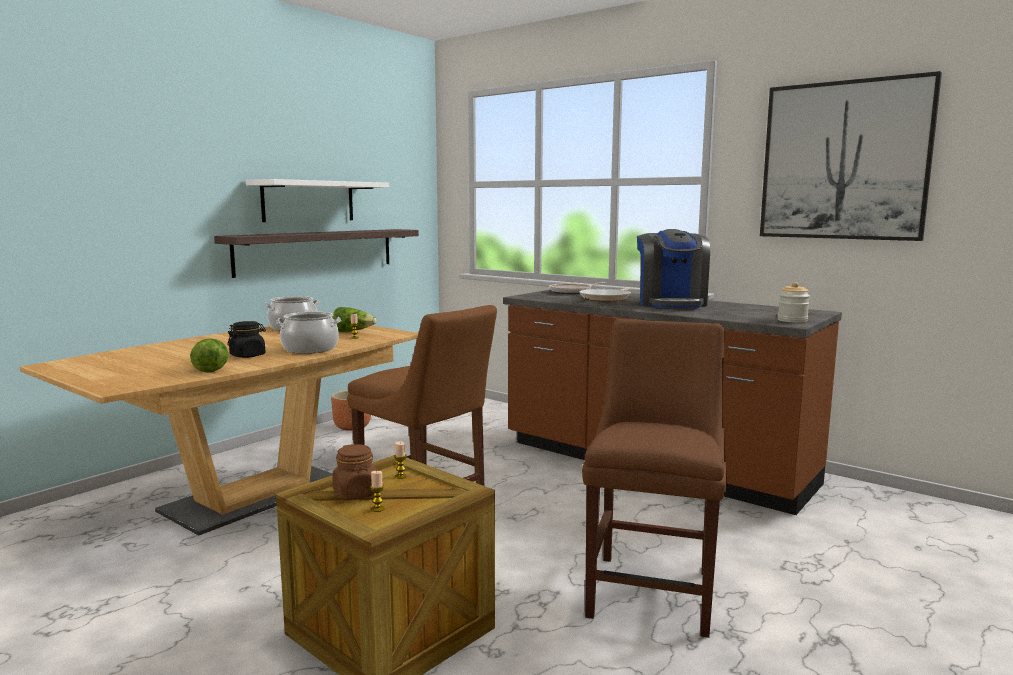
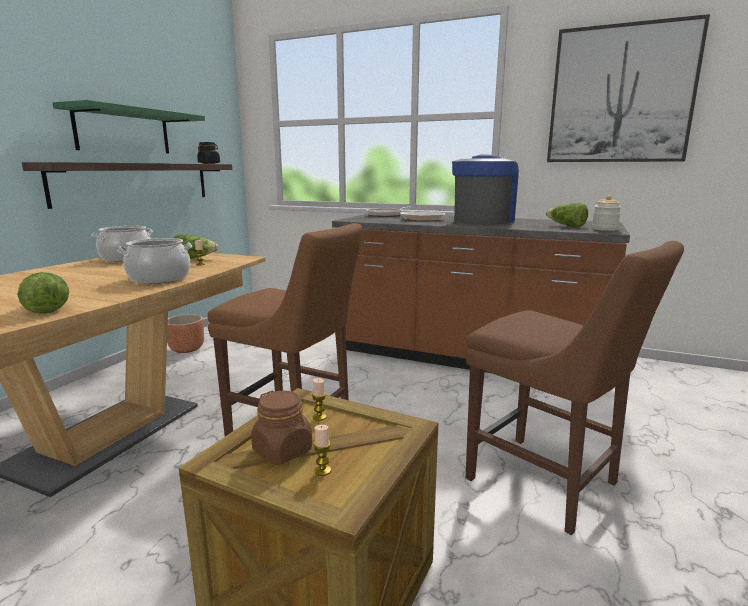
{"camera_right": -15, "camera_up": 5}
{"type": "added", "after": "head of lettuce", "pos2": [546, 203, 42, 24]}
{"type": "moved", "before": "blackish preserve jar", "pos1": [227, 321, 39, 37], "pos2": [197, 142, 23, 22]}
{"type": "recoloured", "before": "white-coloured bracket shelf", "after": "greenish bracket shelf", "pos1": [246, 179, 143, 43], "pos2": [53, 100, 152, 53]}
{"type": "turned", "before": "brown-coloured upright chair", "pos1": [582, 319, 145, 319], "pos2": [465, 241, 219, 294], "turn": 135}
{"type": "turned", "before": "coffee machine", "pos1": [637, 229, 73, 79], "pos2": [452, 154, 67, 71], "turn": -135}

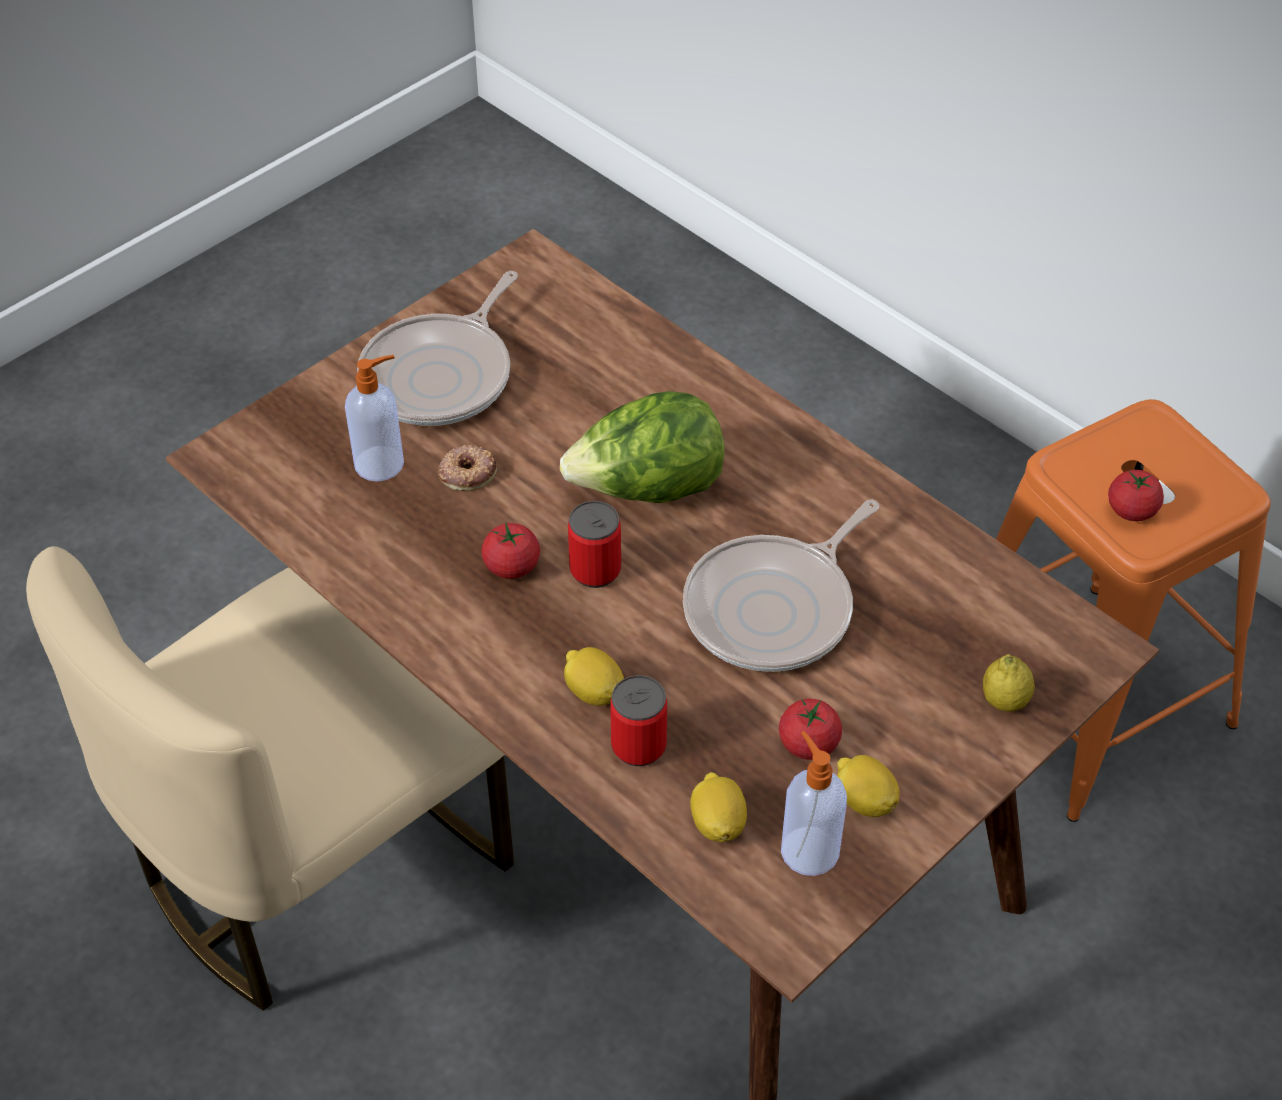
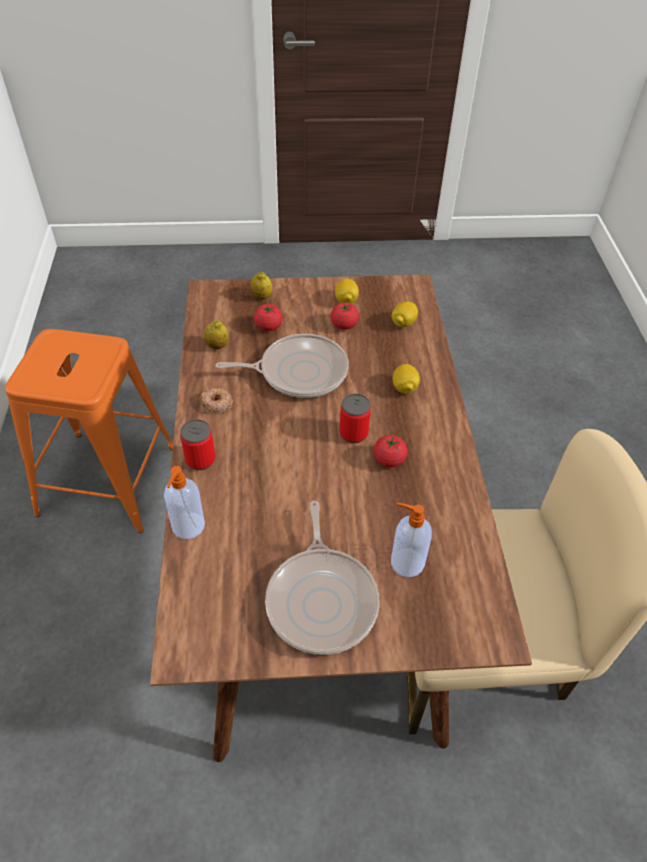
{"camera_right": -140, "camera_up": 0}
{"type": "removed", "before": "head of lettuce", "pos1": [560, 391, 165, 112]}
{"type": "added", "after": "lemon", "pos2": [204, 320, 24, 29]}
{"type": "moved", "before": "donut", "pos1": [438, 445, 59, 46], "pos2": [200, 387, 33, 27]}
{"type": "moved", "before": "sealed can", "pos1": [610, 675, 57, 91], "pos2": [180, 419, 35, 51]}
{"type": "moved", "before": "soap dispenser", "pos1": [781, 731, 66, 145], "pos2": [164, 466, 41, 73]}
{"type": "moved", "before": "whole tomato", "pos1": [1108, 470, 56, 51], "pos2": [254, 304, 29, 27]}
{"type": "turned", "before": "frying pan", "pos1": [357, 271, 161, 155], "pos2": [265, 501, 115, 154], "turn": 105}

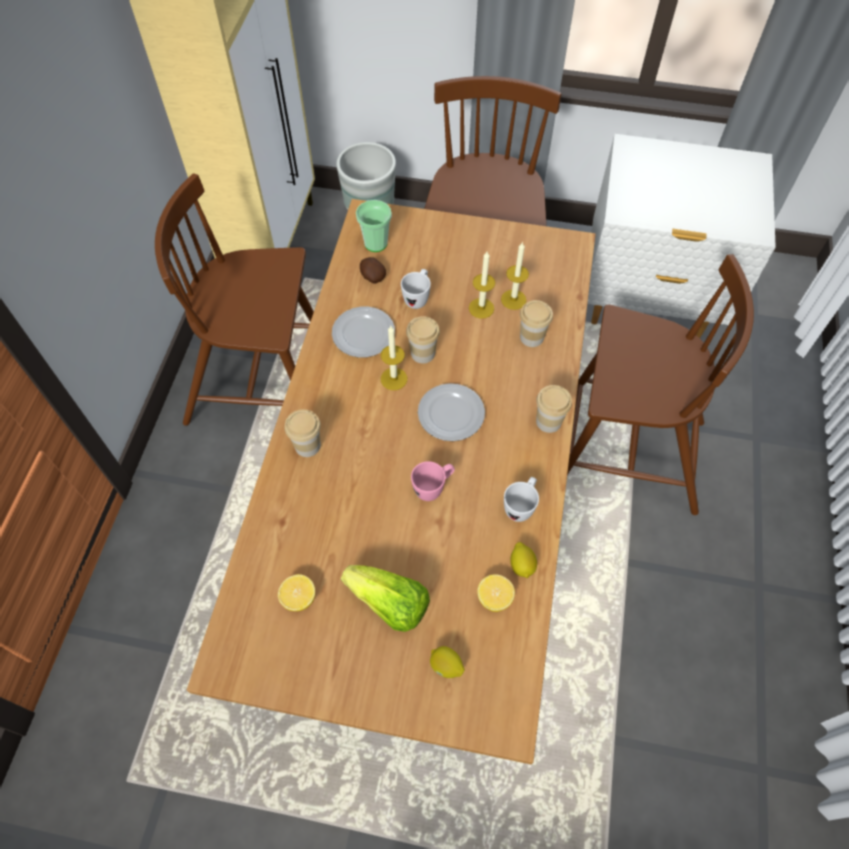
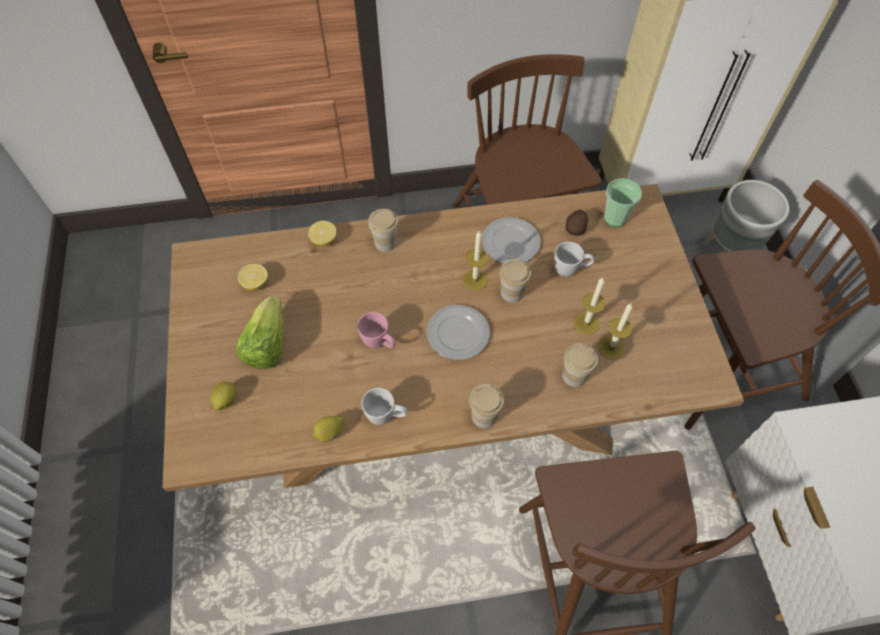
{"camera_right": 70, "camera_up": 0}
{"type": "moved", "before": "lemon", "pos1": [477, 574, 38, 38], "pos2": [308, 221, 29, 25]}

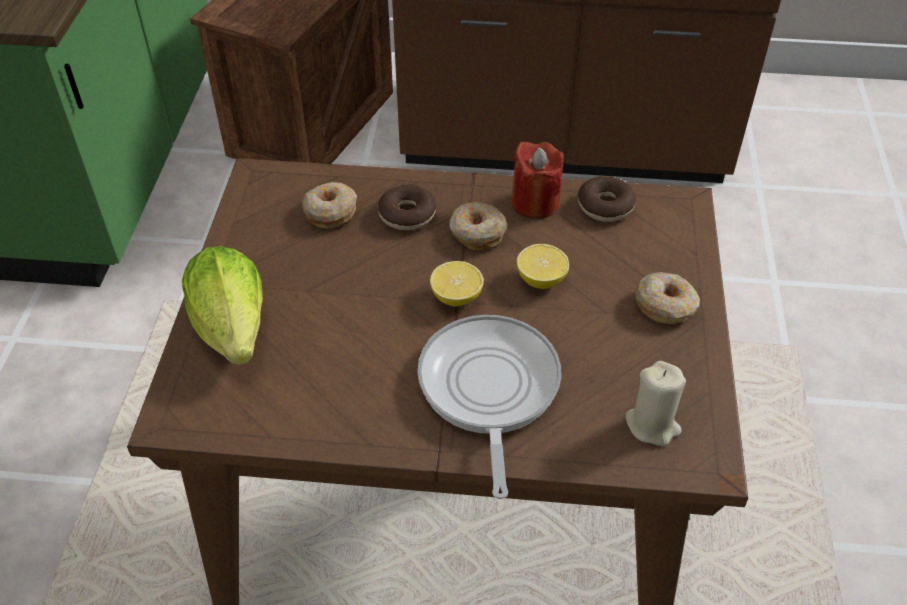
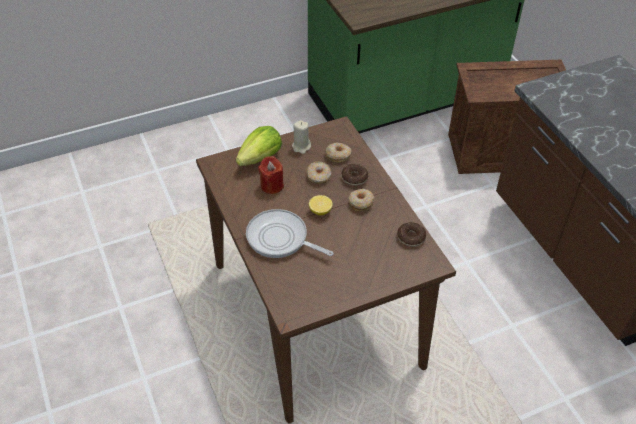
{"camera_right": 60, "camera_up": 0}
{"type": "removed", "before": "lemon", "pos1": [517, 244, 52, 45]}
{"type": "moved", "before": "reddish wax light", "pos1": [511, 141, 52, 78], "pos2": [258, 156, 26, 38]}
{"type": "moved", "before": "beige-coloured wax light", "pos1": [626, 361, 60, 85], "pos2": [292, 120, 19, 34]}
{"type": "moved", "before": "donut", "pos1": [635, 272, 65, 52], "pos2": [307, 161, 24, 23]}
{"type": "turned", "before": "frying pan", "pos1": [417, 315, 144, 184], "pos2": [246, 209, 88, 49], "turn": -120}

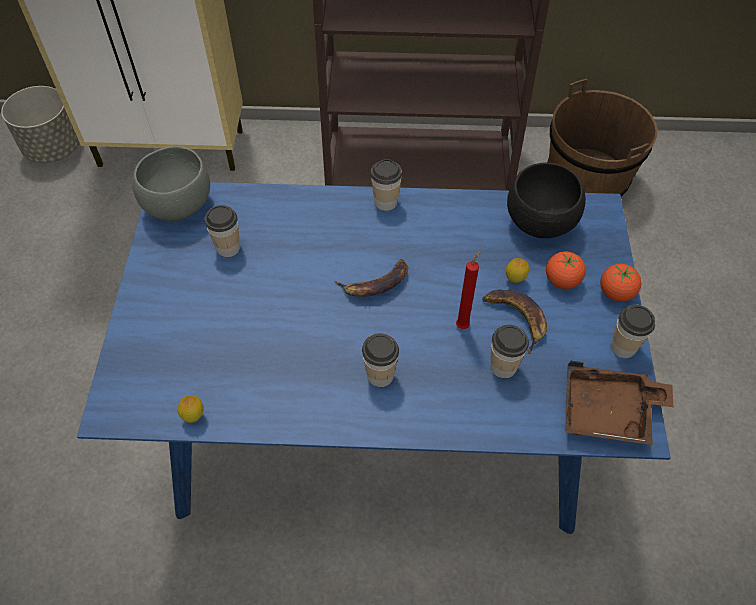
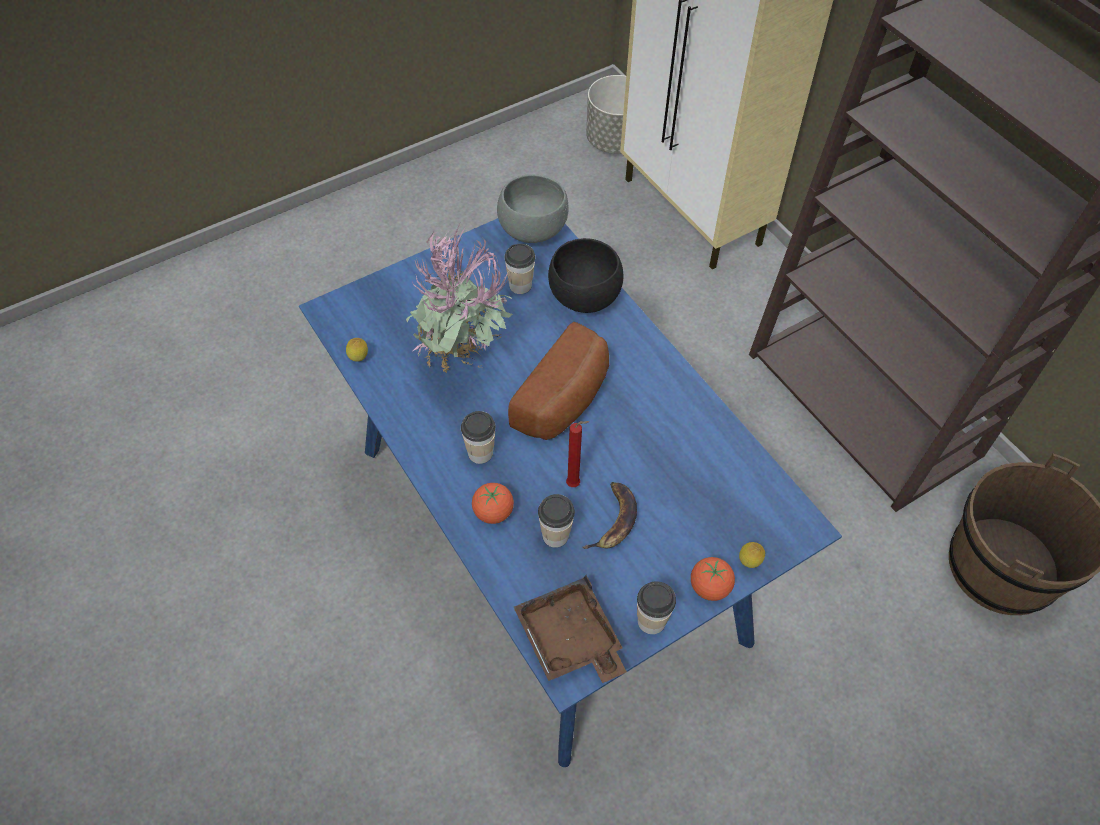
{"camera_right": 55, "camera_up": 0}
{"type": "removed", "before": "small cup", "pos1": [371, 159, 31, 52]}
{"type": "added", "after": "potted plant", "pos2": [406, 224, 107, 148]}
{"type": "moved", "before": "lemon", "pos1": [506, 258, 23, 25], "pos2": [739, 542, 26, 26]}
{"type": "moved", "before": "blackish deep dish", "pos1": [507, 162, 79, 76], "pos2": [548, 238, 75, 75]}
{"type": "moved", "before": "whole tomato", "pos1": [546, 251, 40, 38], "pos2": [472, 483, 42, 41]}
{"type": "replaced", "before": "whole banana", "after": "bread", "pos1": [334, 259, 74, 38], "pos2": [508, 322, 101, 118]}

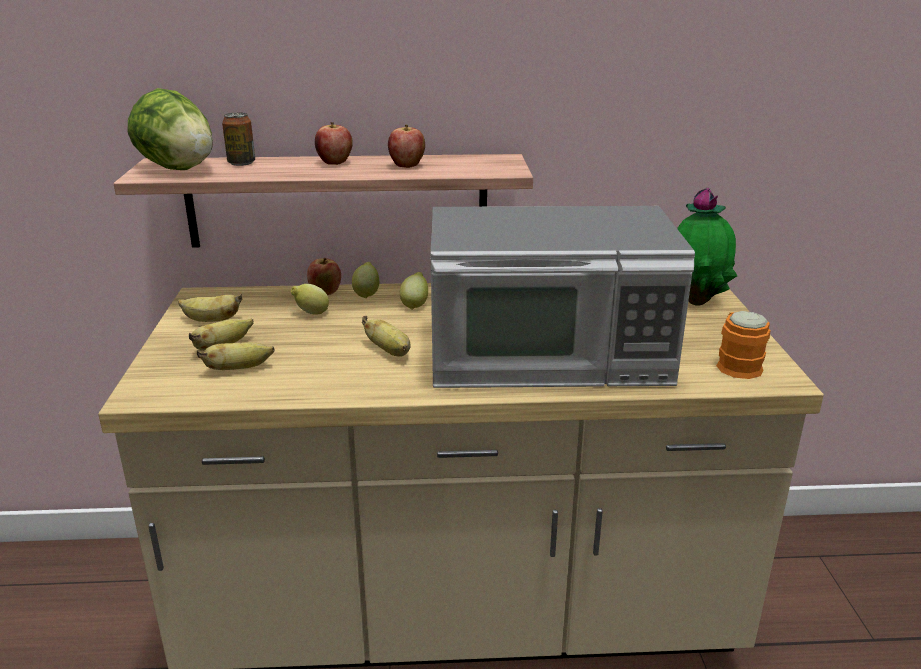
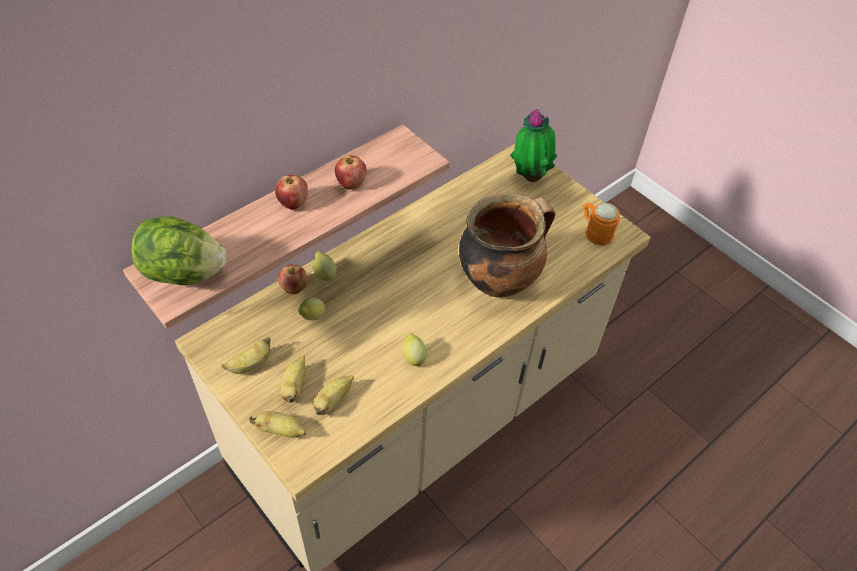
{"camera_right": -40, "camera_up": 25}
{"type": "removed", "before": "sealed can", "pos1": [222, 112, 33, 54]}
{"type": "moved", "before": "whole banana", "pos1": [362, 316, 48, 41], "pos2": [249, 411, 57, 27]}
{"type": "moved", "before": "lemon", "pos1": [400, 272, 28, 38], "pos2": [402, 332, 25, 35]}
{"type": "replaced", "before": "microwave oven", "after": "cooking pot", "pos1": [431, 206, 264, 182], "pos2": [459, 193, 97, 105]}

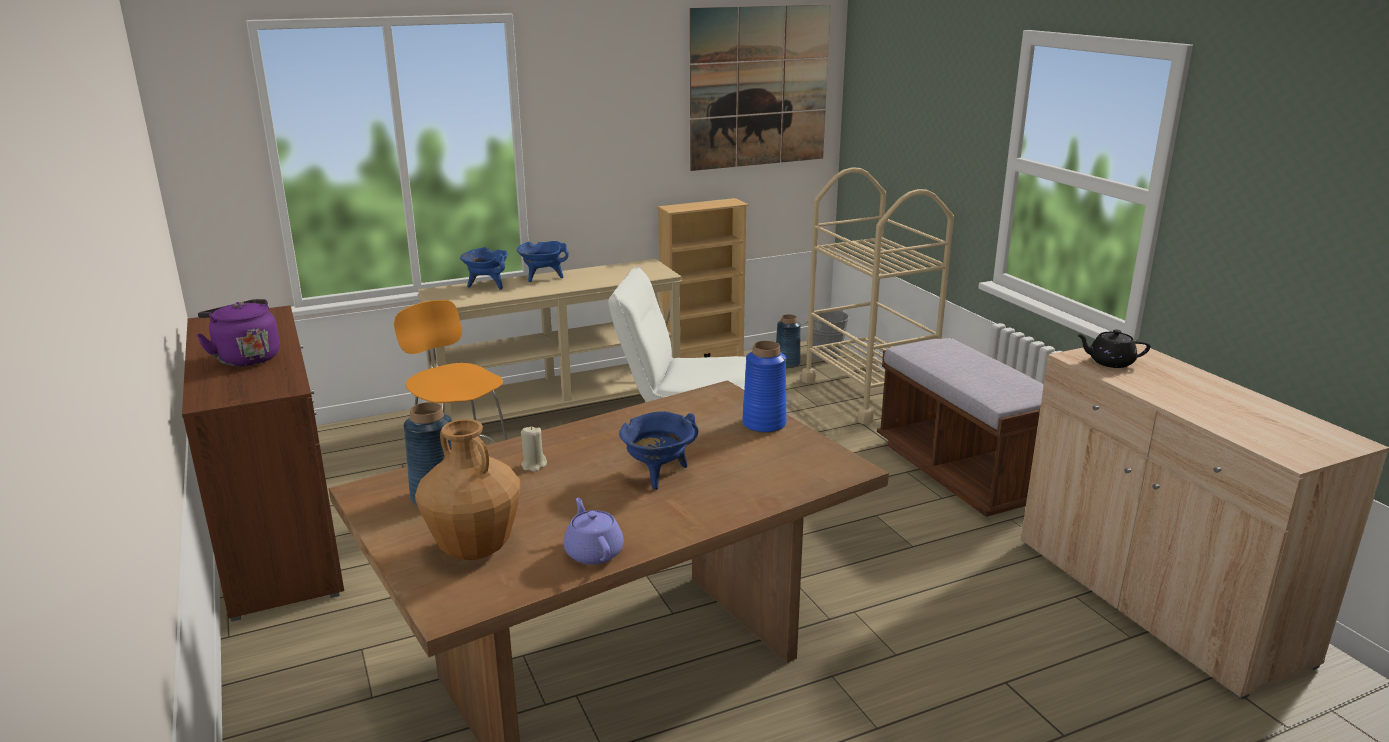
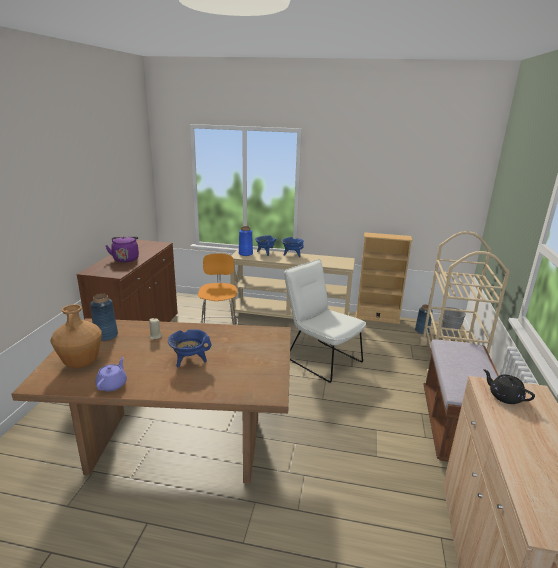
{"camera_right": 35, "camera_up": 0}
{"type": "removed", "before": "picture", "pos1": [690, 5, 141, 166]}
{"type": "moved", "before": "bluish decorative vase", "pos1": [742, 341, 44, 92], "pos2": [239, 226, 14, 30]}

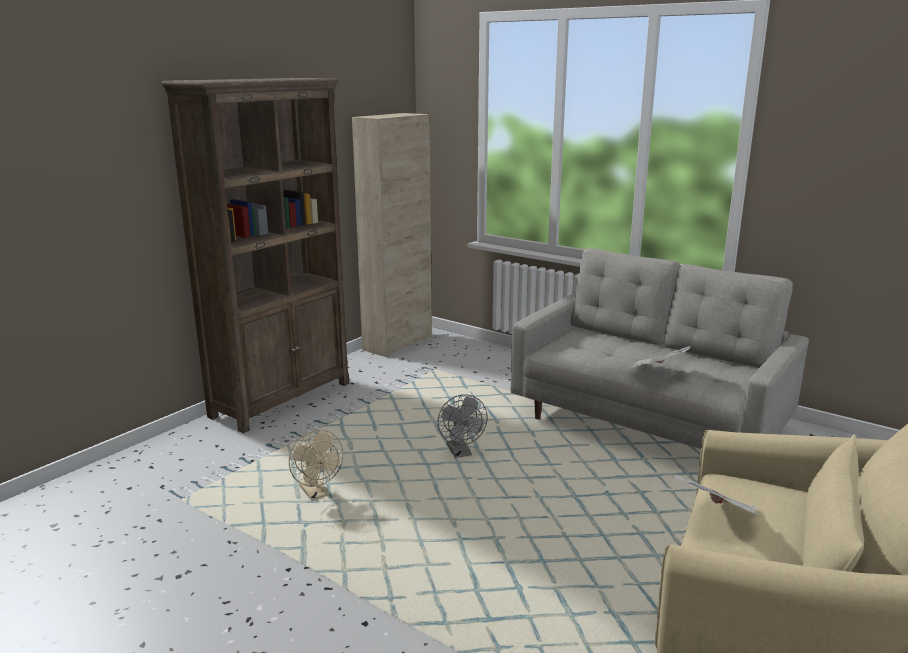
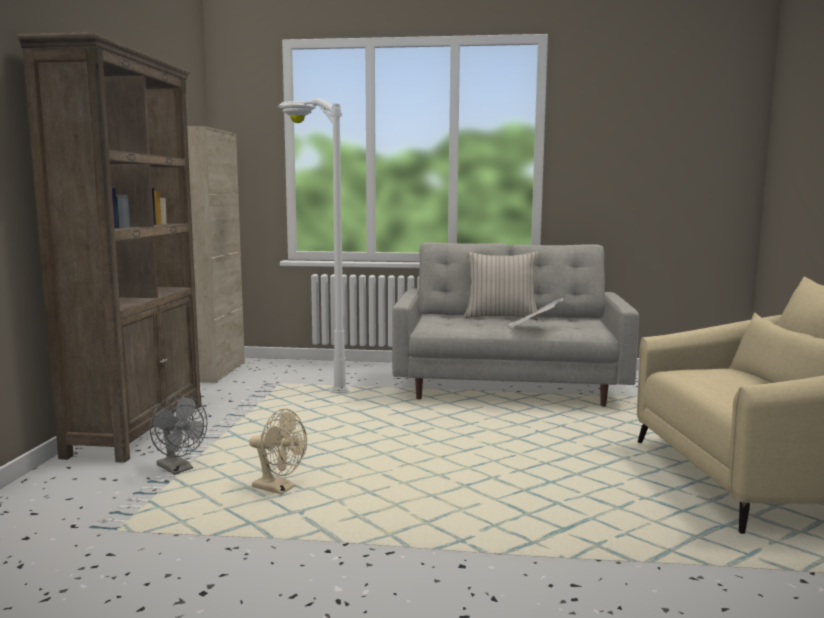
{"camera_right": -30, "camera_up": -10}
{"type": "removed", "before": "printed paper", "pos1": [673, 475, 87, 41]}
{"type": "added", "after": "white-coloured floor lamp", "pos2": [278, 98, 72, 296]}
{"type": "added", "after": "beige-coloured throw pillow", "pos2": [464, 251, 75, 69]}
{"type": "moved", "before": "grey cooling fan", "pos1": [438, 394, 50, 64], "pos2": [150, 394, 57, 81]}

